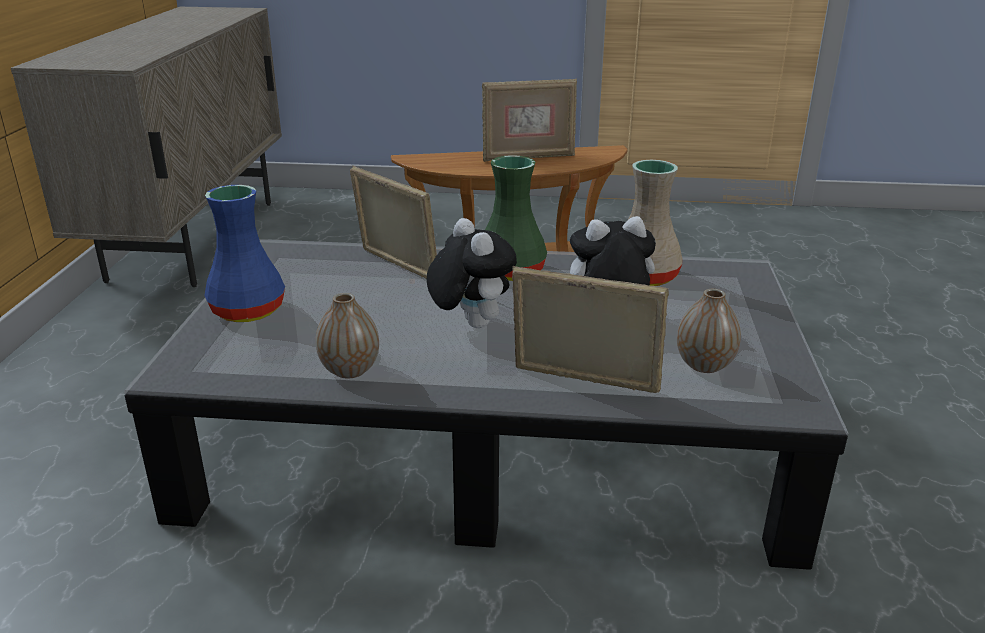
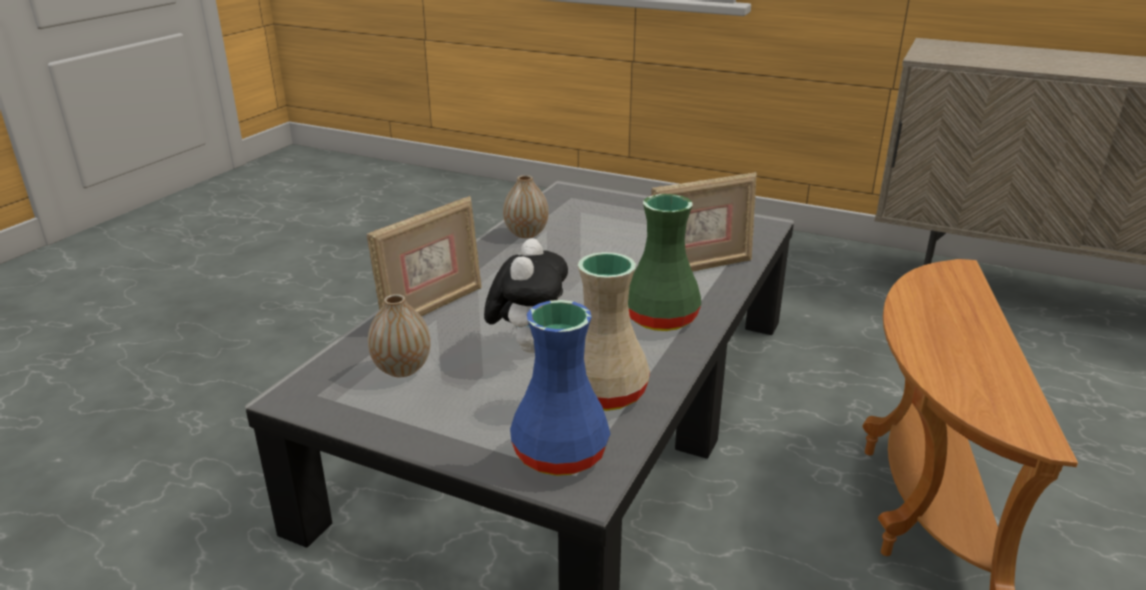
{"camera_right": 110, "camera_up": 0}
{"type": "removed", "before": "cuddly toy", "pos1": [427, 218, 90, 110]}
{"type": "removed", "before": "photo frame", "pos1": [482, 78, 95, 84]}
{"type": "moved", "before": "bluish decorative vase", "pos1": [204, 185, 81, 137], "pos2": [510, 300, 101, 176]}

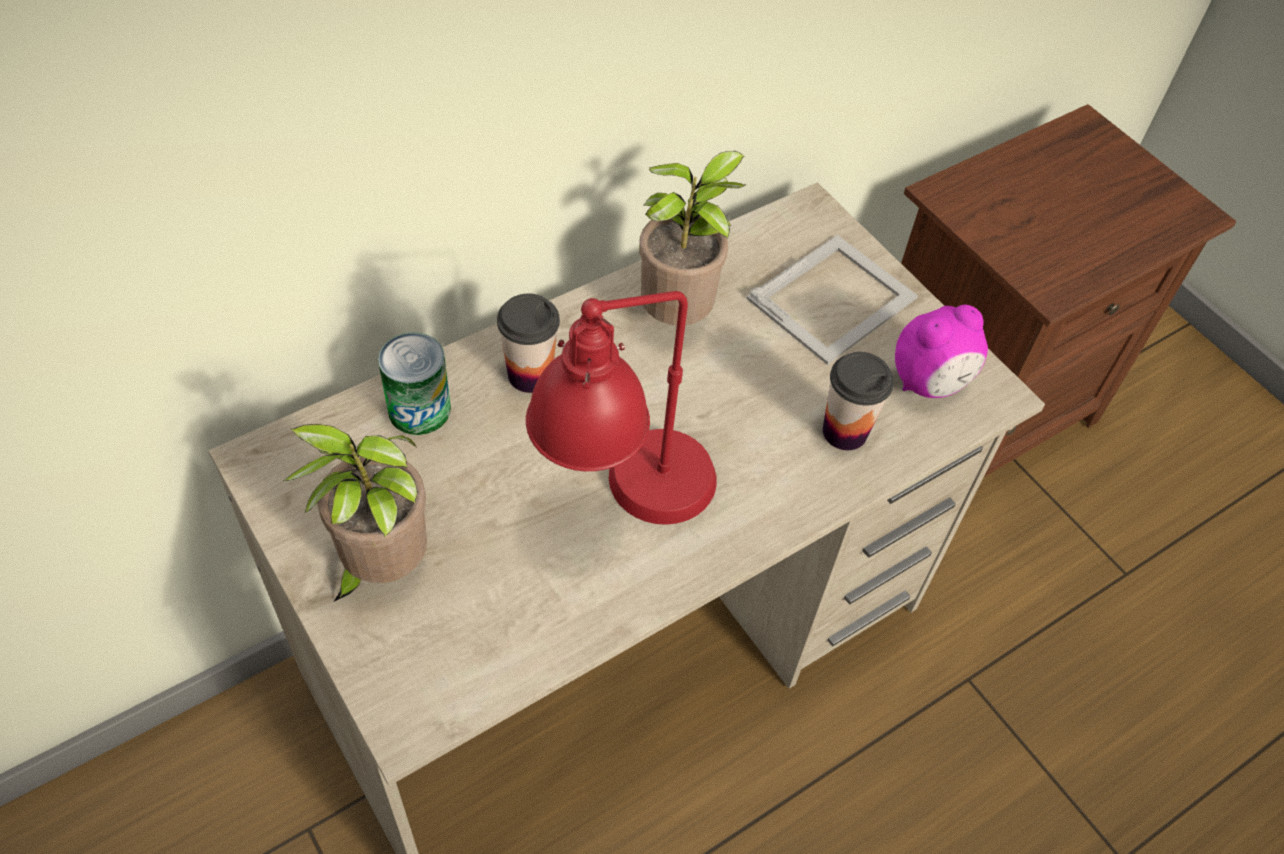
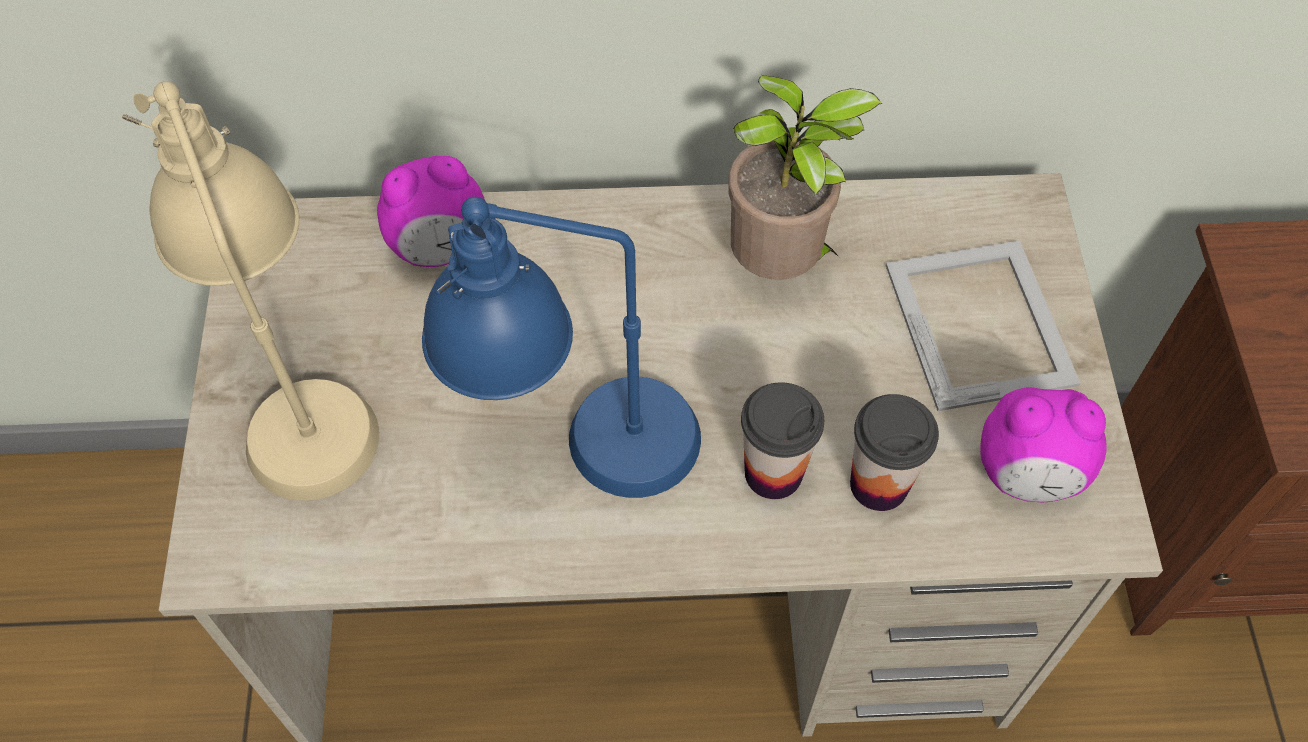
{"camera_right": 35, "camera_up": 5}
{"type": "moved", "before": "small cup", "pos1": [497, 293, 63, 100], "pos2": [741, 382, 83, 117]}
{"type": "replaced", "before": "potted plant", "after": "beige-coloured lamp for a table", "pos1": [283, 424, 144, 177], "pos2": [122, 81, 257, 420]}
{"type": "replaced", "before": "sealed can", "after": "bedside clock", "pos1": [378, 332, 73, 103], "pos2": [377, 156, 108, 111]}
{"type": "recoloured", "before": "reddish lamp for a table", "after": "bluish lamp for a table", "pos1": [526, 291, 191, 234], "pos2": [422, 197, 279, 301]}
{"type": "turned", "before": "photo frame", "pos1": [747, 235, 171, 130], "pos2": [886, 241, 195, 170], "turn": -90}

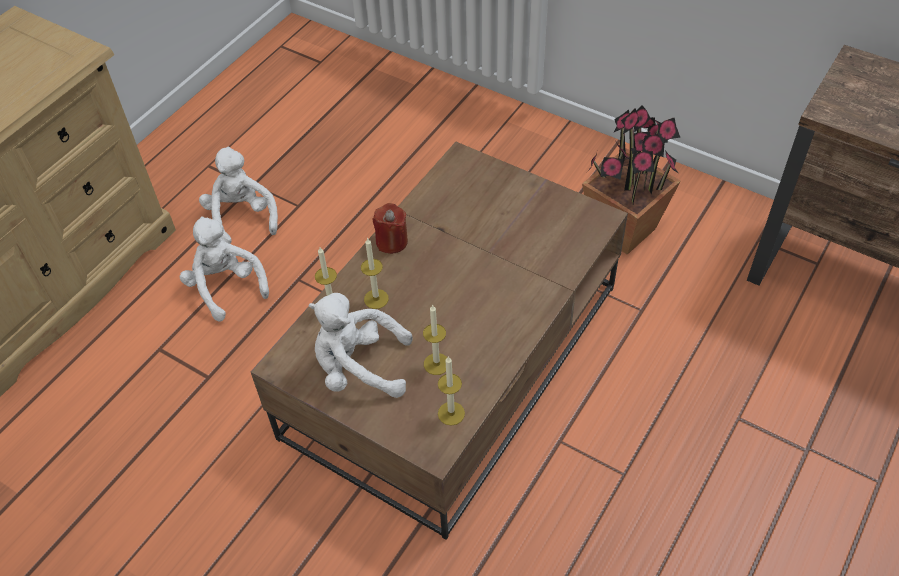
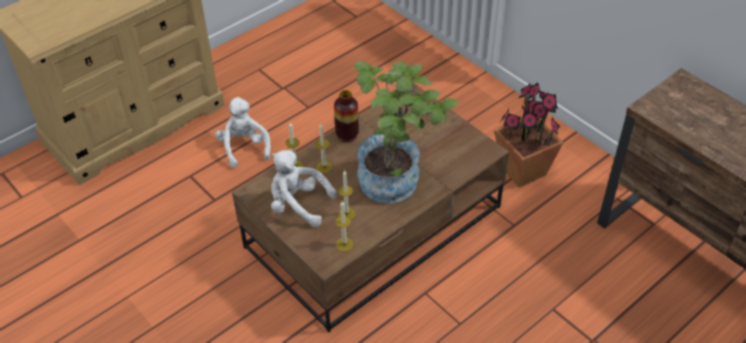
{"camera_right": 15, "camera_up": -5}
{"type": "removed", "before": "white-coloured cuddly toy", "pos1": [199, 146, 79, 98]}
{"type": "added", "after": "potted plant", "pos2": [354, 61, 105, 142]}
{"type": "replaced", "before": "reddish wax light", "after": "decorative vase", "pos1": [373, 203, 35, 51], "pos2": [334, 90, 25, 52]}

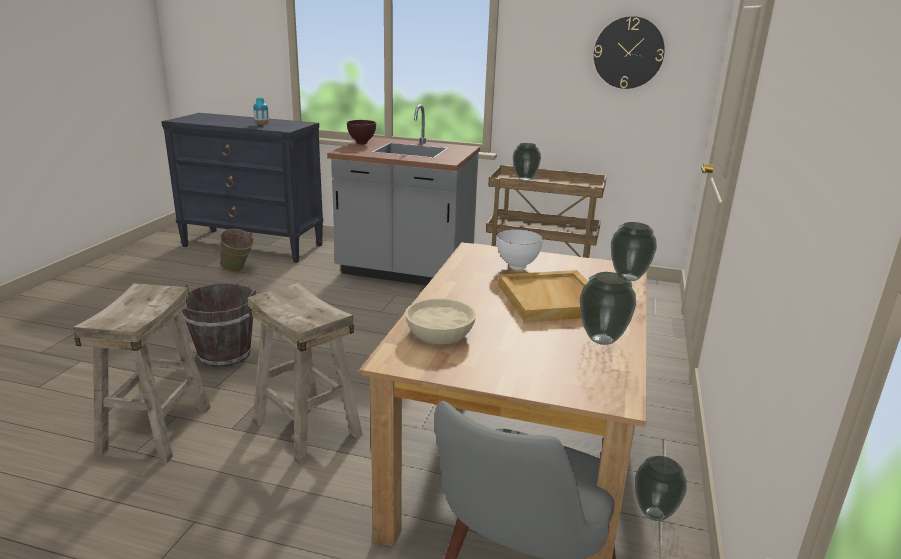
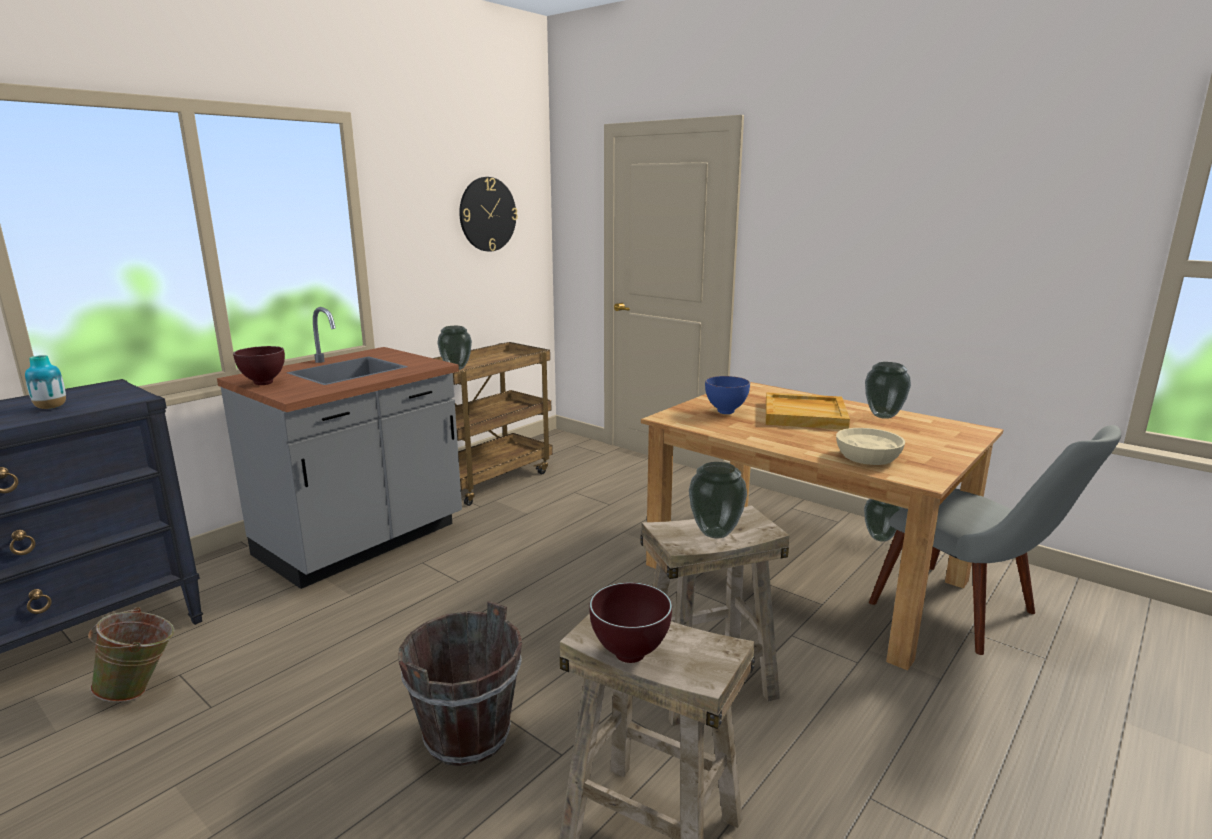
{"camera_right": -65, "camera_up": -5}
{"type": "added", "after": "brown-coloured deep dish", "pos2": [589, 582, 83, 81]}
{"type": "moved", "before": "decorative vase", "pos1": [611, 222, 46, 59], "pos2": [689, 462, 58, 77]}
{"type": "recoloured", "before": "white-coloured deep dish", "after": "bluish deep dish", "pos1": [497, 229, 46, 41], "pos2": [705, 376, 45, 38]}

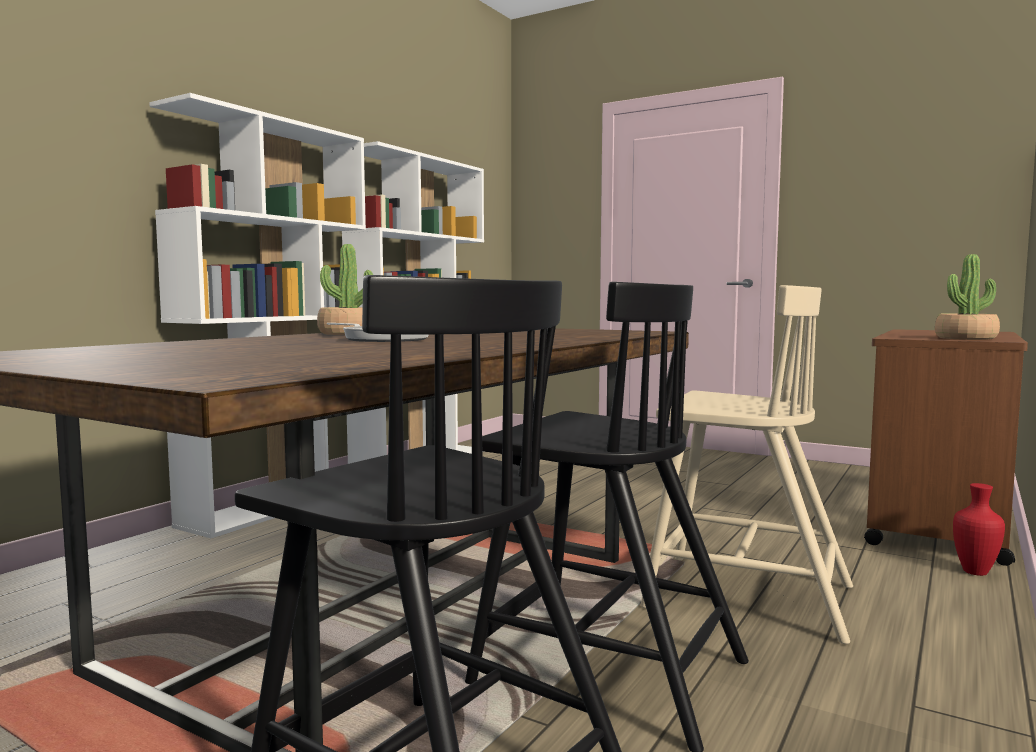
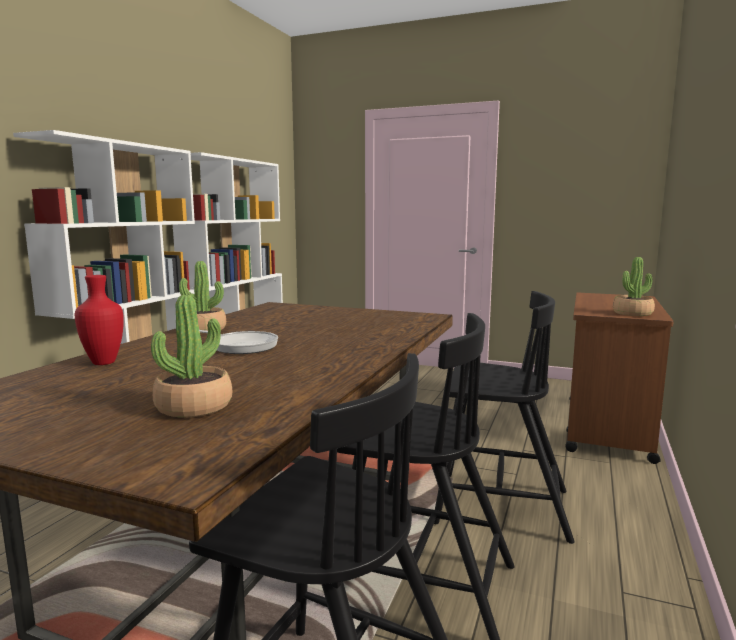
{"camera_right": -10, "camera_up": 5}
{"type": "added", "after": "potted plant", "pos2": [151, 295, 81, 123]}
{"type": "moved", "before": "reddish decorative vase", "pos1": [953, 483, 52, 93], "pos2": [75, 275, 49, 90]}
{"type": "recoloured", "before": "beige-coloured upright chair", "after": "blackish upright chair", "pos1": [641, 285, 212, 359], "pos2": [434, 291, 140, 253]}

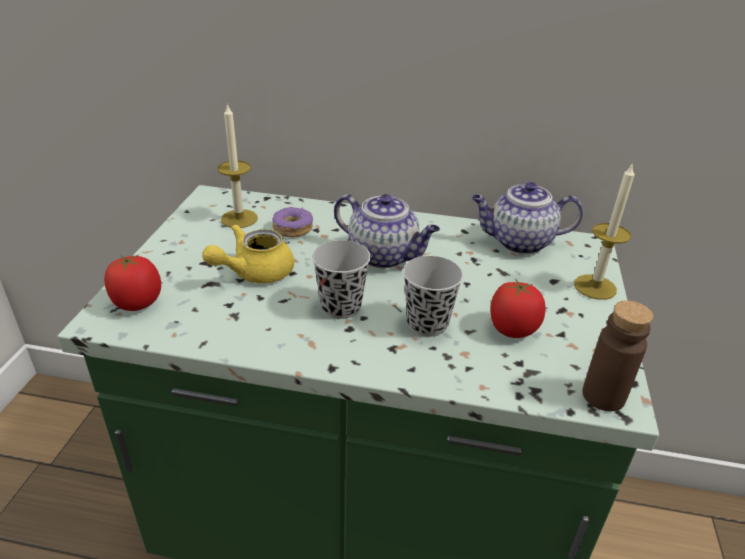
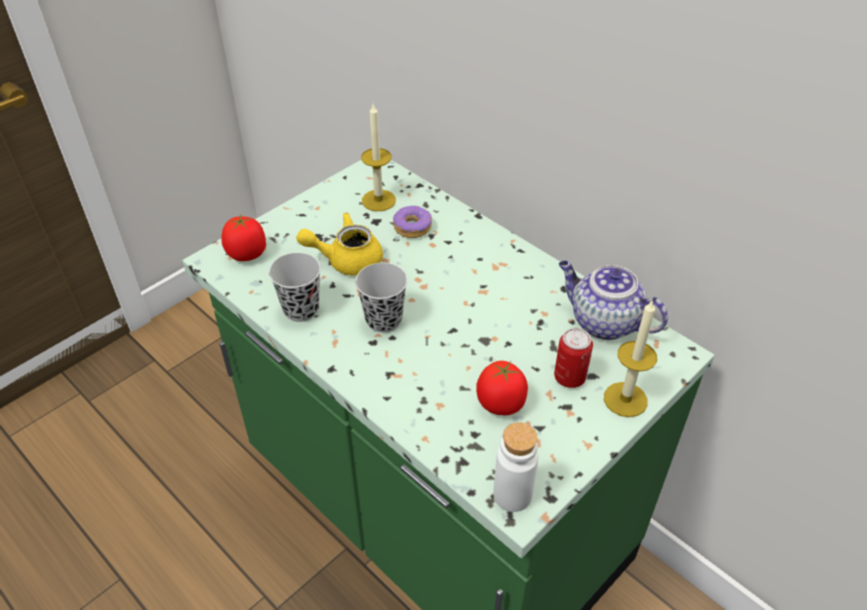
{"camera_right": 35, "camera_up": 10}
{"type": "removed", "before": "teapot", "pos1": [334, 194, 106, 75]}
{"type": "added", "after": "sealed can", "pos2": [554, 328, 39, 60]}
{"type": "moved", "before": "blackish small cup", "pos1": [403, 256, 60, 81], "pos2": [269, 253, 52, 69]}
{"type": "recoloured", "before": "brown-coloured beverage bottle", "after": "white-coloured beverage bottle", "pos1": [582, 300, 71, 111], "pos2": [493, 422, 45, 90]}

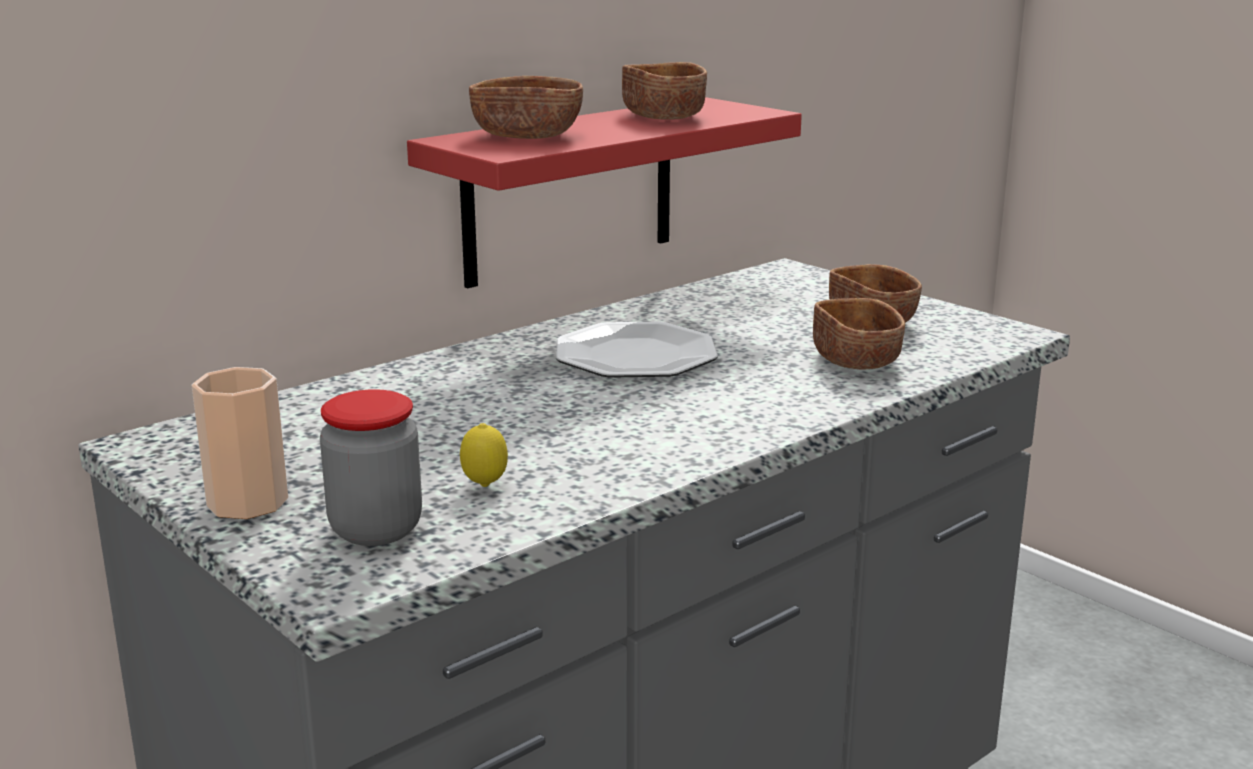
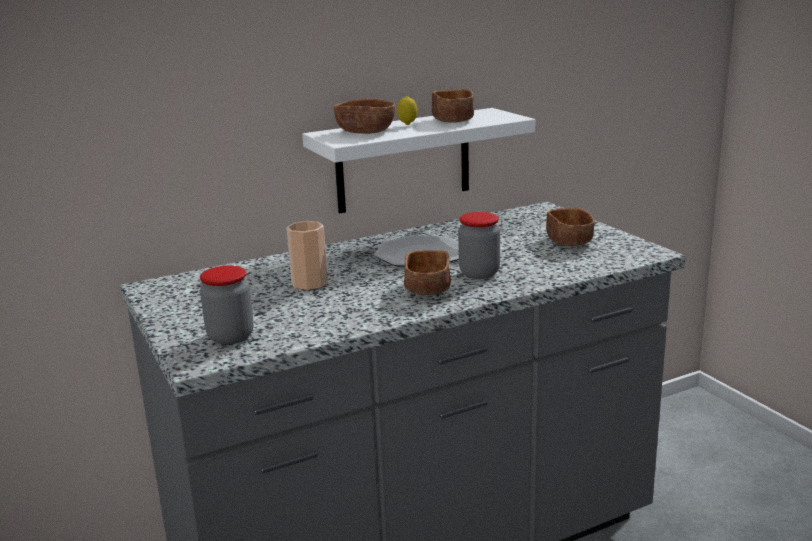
{"camera_right": 15, "camera_up": 0}
{"type": "added", "after": "preserve jar", "pos2": [458, 212, 42, 67]}
{"type": "moved", "before": "small cup", "pos1": [191, 367, 97, 152], "pos2": [286, 221, 42, 69]}
{"type": "moved", "before": "lemon", "pos1": [460, 423, 48, 64], "pos2": [397, 96, 20, 29]}
{"type": "moved", "before": "brown-coloured deep dish", "pos1": [813, 298, 92, 71], "pos2": [404, 250, 47, 45]}
{"type": "recoloured", "before": "reddish bracket shelf", "after": "white-coloured bracket shelf", "pos1": [407, 97, 395, 192], "pos2": [302, 108, 233, 106]}

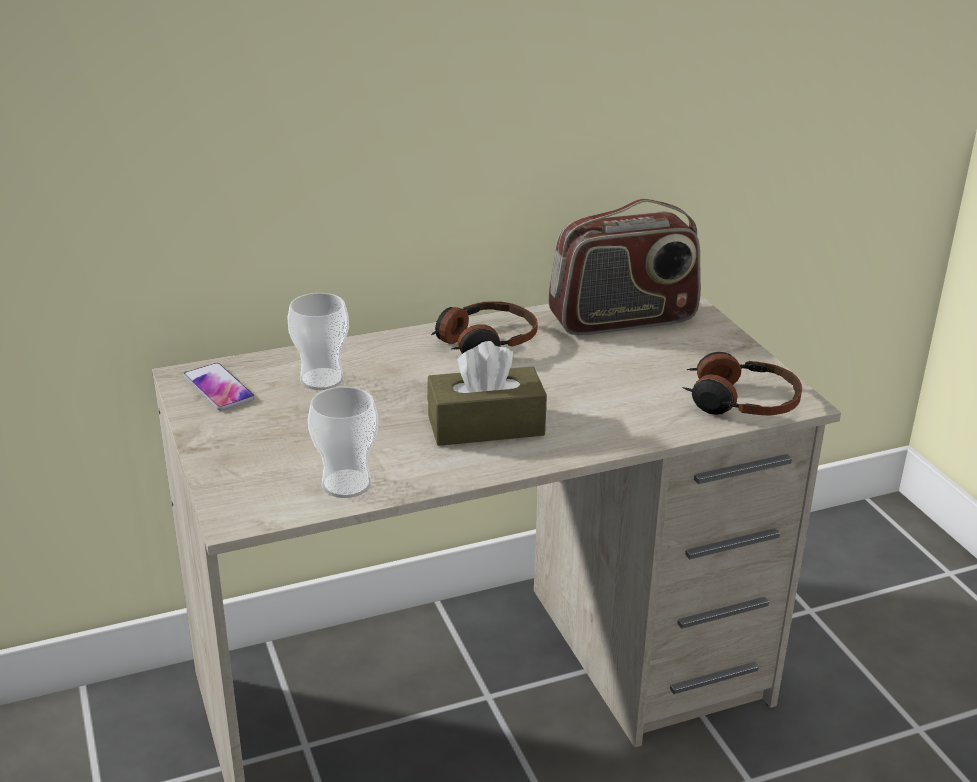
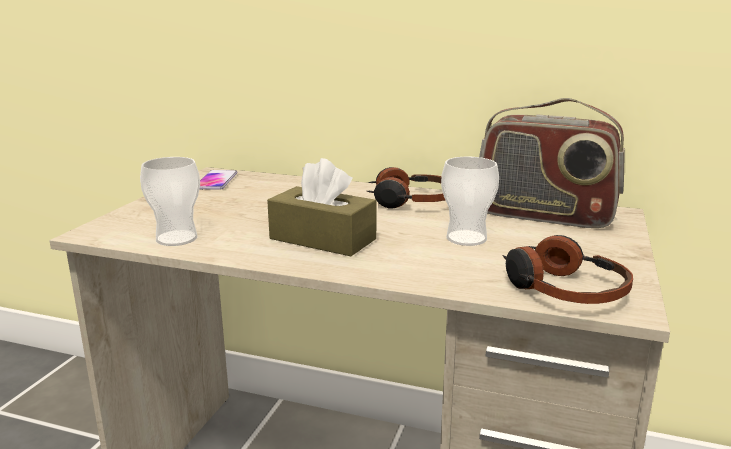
{"camera_right": 40, "camera_up": -10}
{"type": "moved", "before": "small cup", "pos1": [287, 293, 62, 97], "pos2": [441, 157, 58, 89]}

